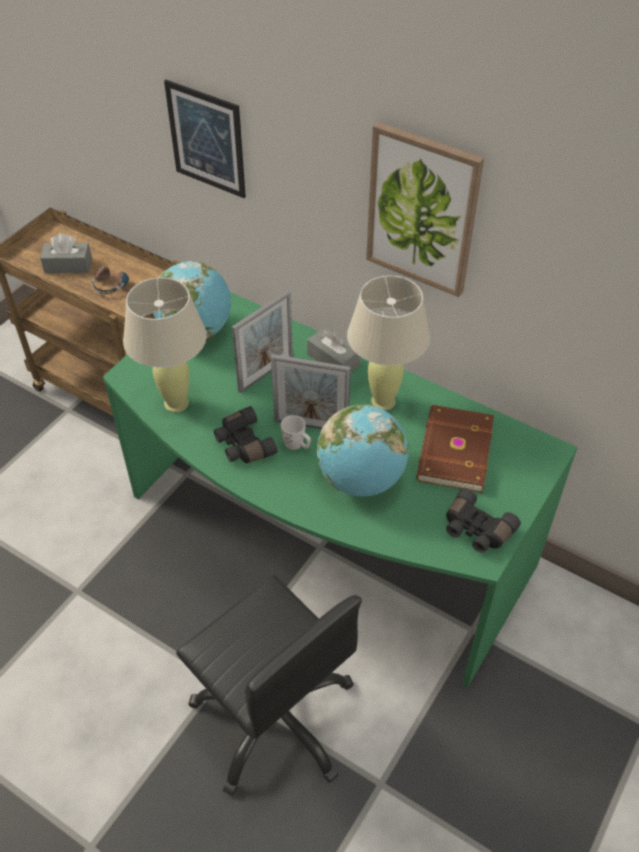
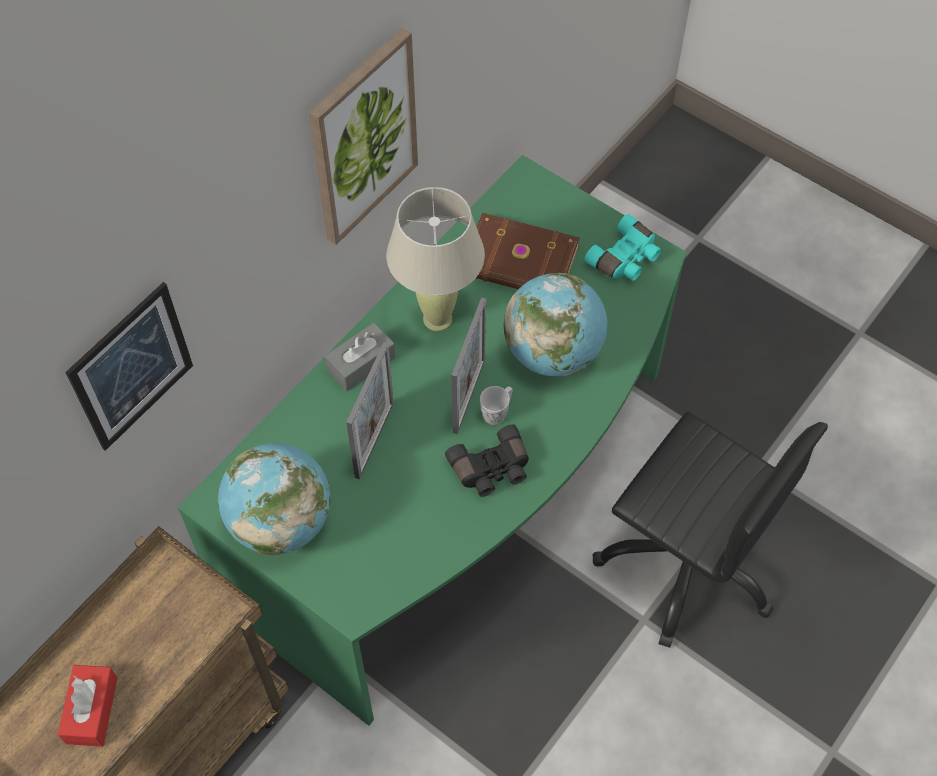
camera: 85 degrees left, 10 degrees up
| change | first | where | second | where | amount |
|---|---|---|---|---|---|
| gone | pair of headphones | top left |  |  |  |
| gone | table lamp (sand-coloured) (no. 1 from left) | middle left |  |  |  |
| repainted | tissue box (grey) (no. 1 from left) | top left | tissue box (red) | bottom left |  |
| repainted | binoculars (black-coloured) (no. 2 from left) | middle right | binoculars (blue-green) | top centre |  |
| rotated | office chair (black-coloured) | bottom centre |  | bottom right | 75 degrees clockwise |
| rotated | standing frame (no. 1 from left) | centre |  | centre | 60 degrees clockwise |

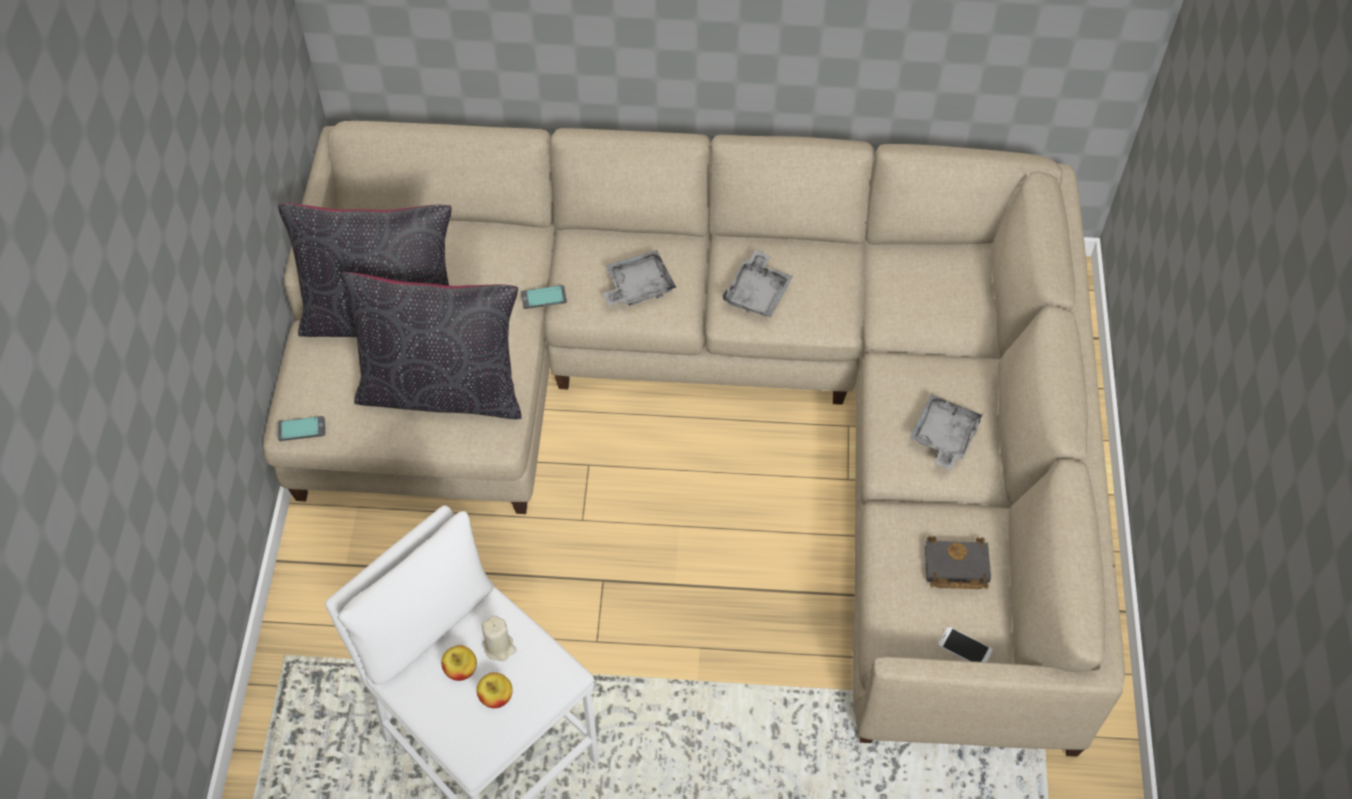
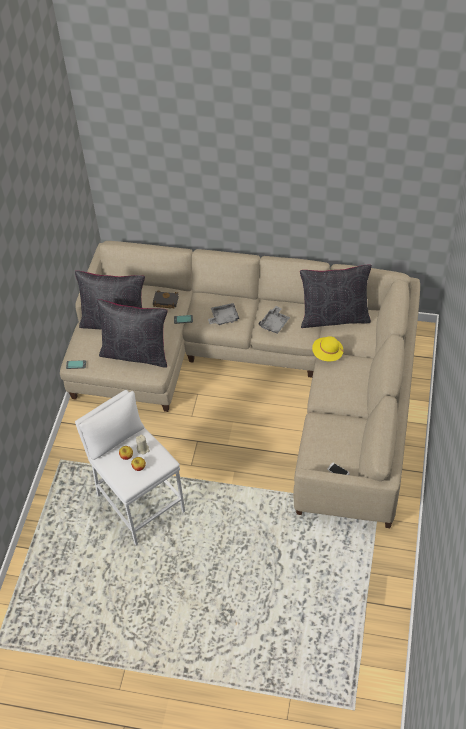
camera: 10 degrees right, 5 degrees down
| change | first | where | second | where | amount |
|---|---|---|---|---|---|
| gone | serving tray (grey) (no. 3 from left) | middle right |  |  |  |
| new |  |  | throw pillow (black-coloured) (no. 3 from left) | middle right |  |
| new |  |  | hat (yellow-coloured) | middle right |  |
| shifted | volume (black-coloured) | bottom right |  | centre |  |

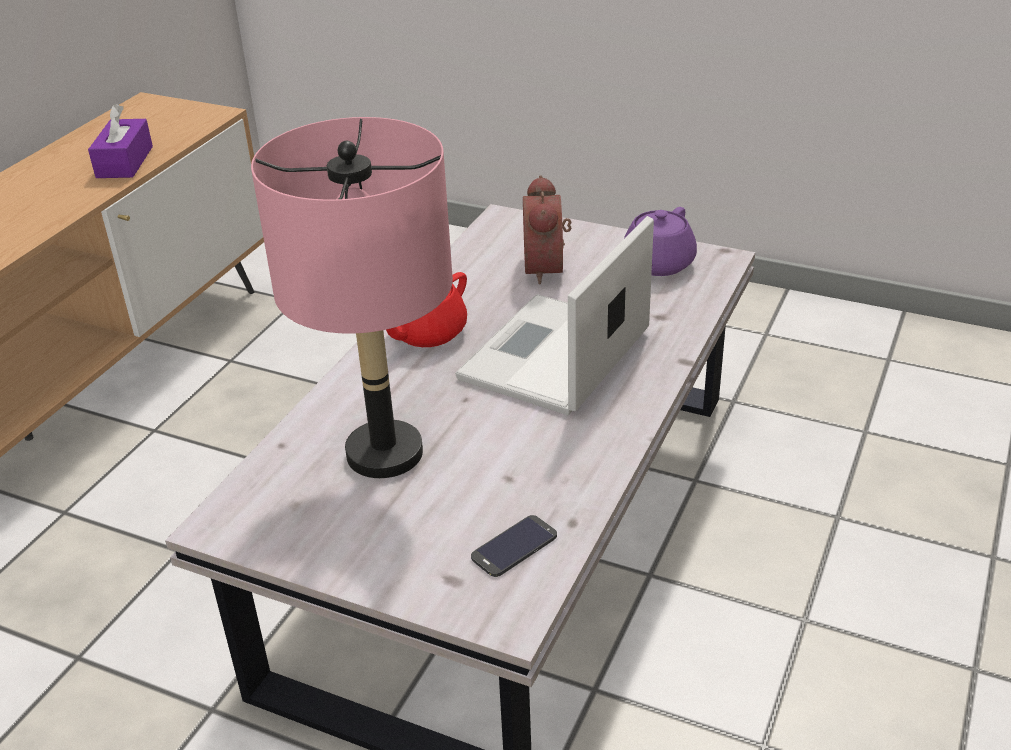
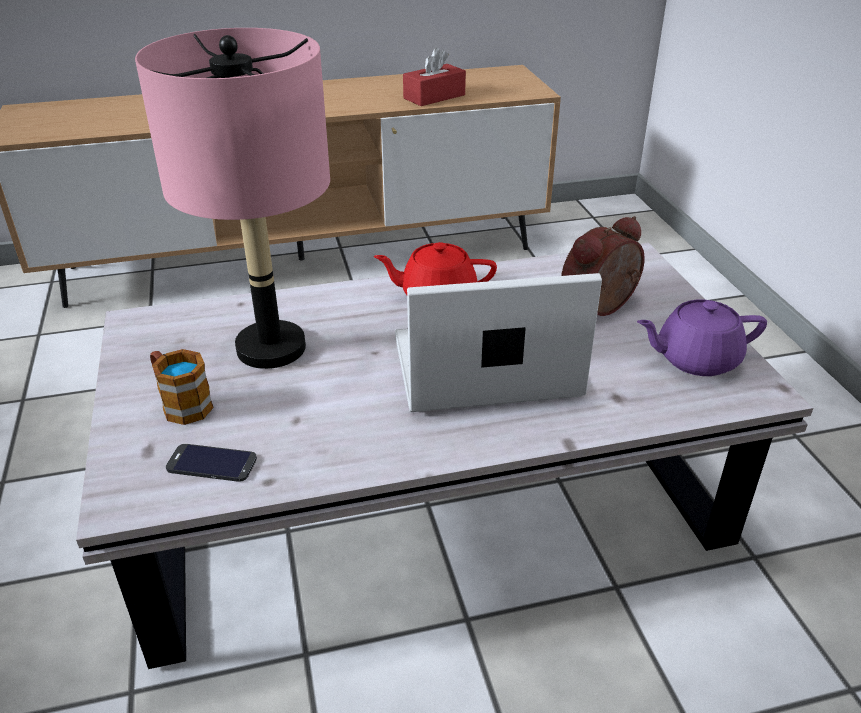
camera: 50 degrees right, 0 degrees up
| change | first | where | second | where | amount |
|---|---|---|---|---|---|
| new |  |  | tea mug | middle left |  |
| repainted | tissue box (purple-coloured) | top left | tissue box (red) | top centre |  |

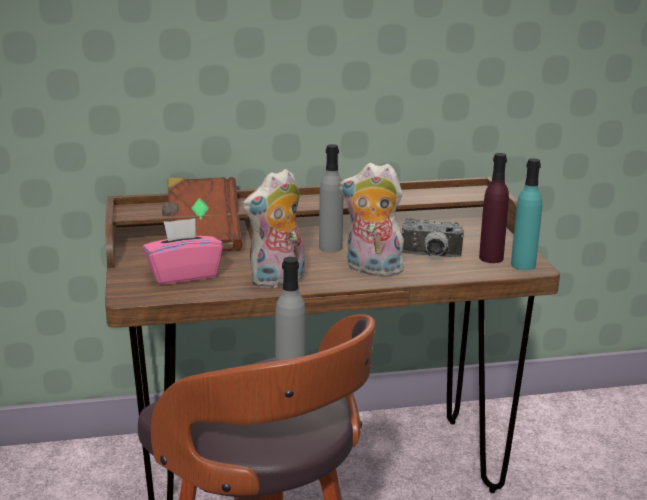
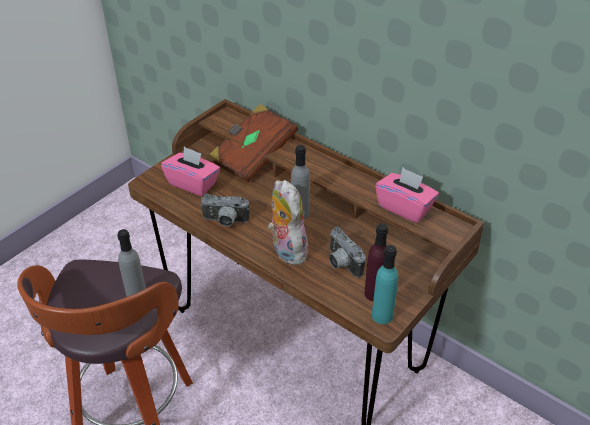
camera: 50 degrees right, 20 degrees up
| change | first | where | second | where | amount |
|---|---|---|---|---|---|
| new |  |  | tissue box (pink-coloured) (no. 2 from left) | middle right |  |
| swapped | cuddly toy (no. 1 from left) | centre | photo camera (no. 1 from left) | centre |  |

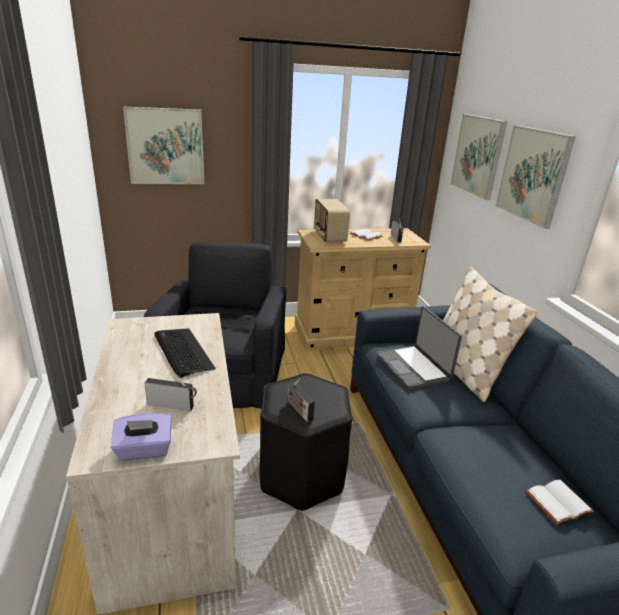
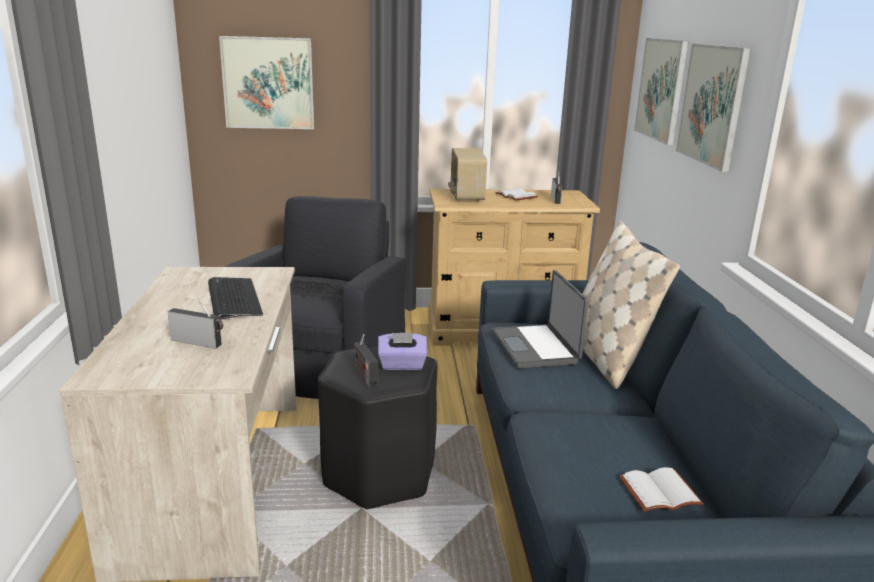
camera: 10 degrees right, 5 degrees down
| change | first | where | second | where | amount |
|---|---|---|---|---|---|
| shifted | tissue box (purple-coloured) | bottom left |  | centre |  |

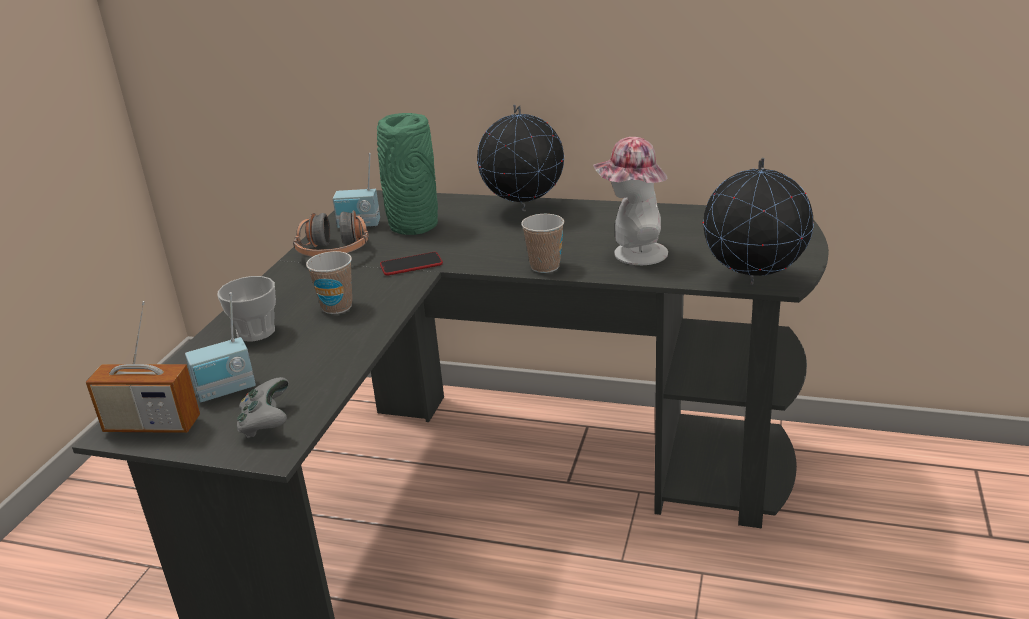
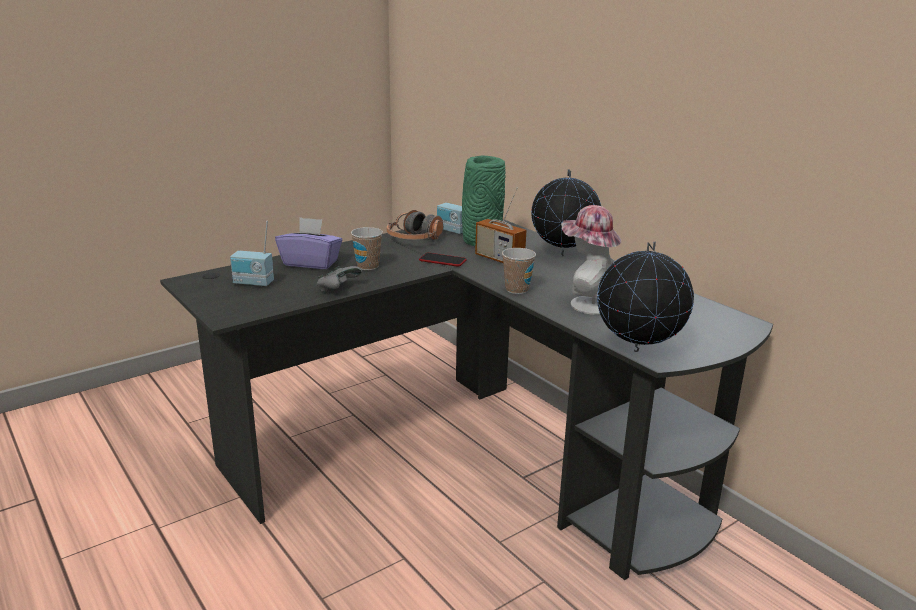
camera: 35 degrees right, 5 degrees down
| change | first | where | second | where | amount |
|---|---|---|---|---|---|
| shifted | radio (no. 1 from left in the first image) | middle left | radio (no. 3 from left) | centre |  |
| shifted | game controller (grey) | middle left |  | centre |  |
| swapped | cup (no. 1 from left) | middle left | tissue box (purple-coloured) | centre |  |

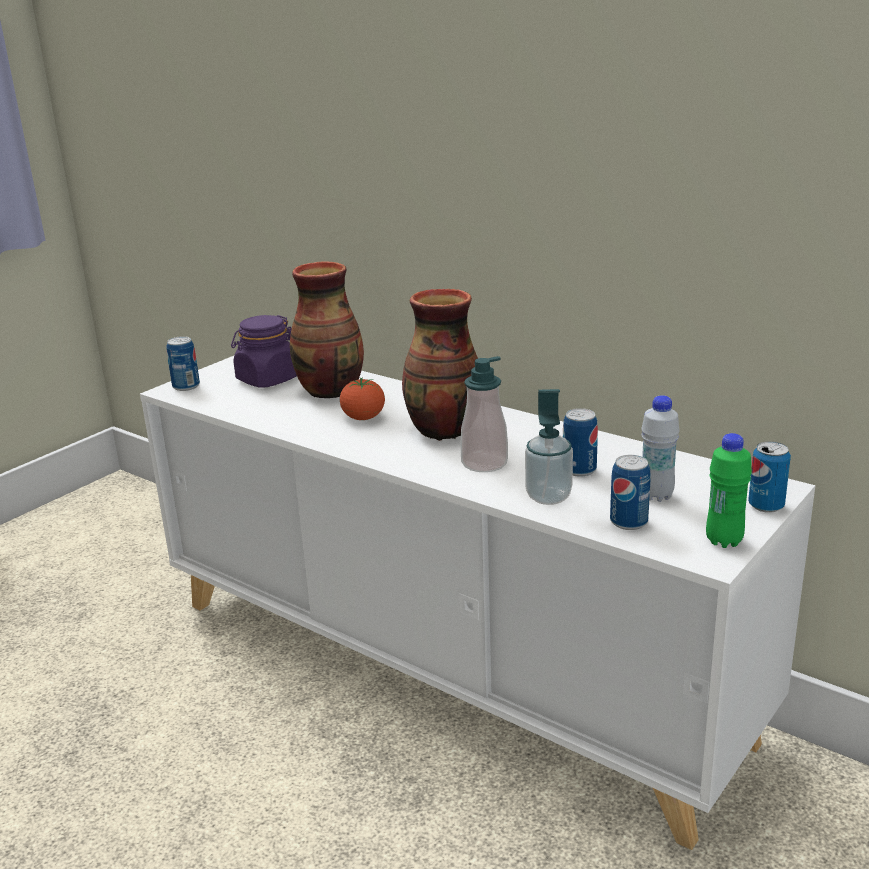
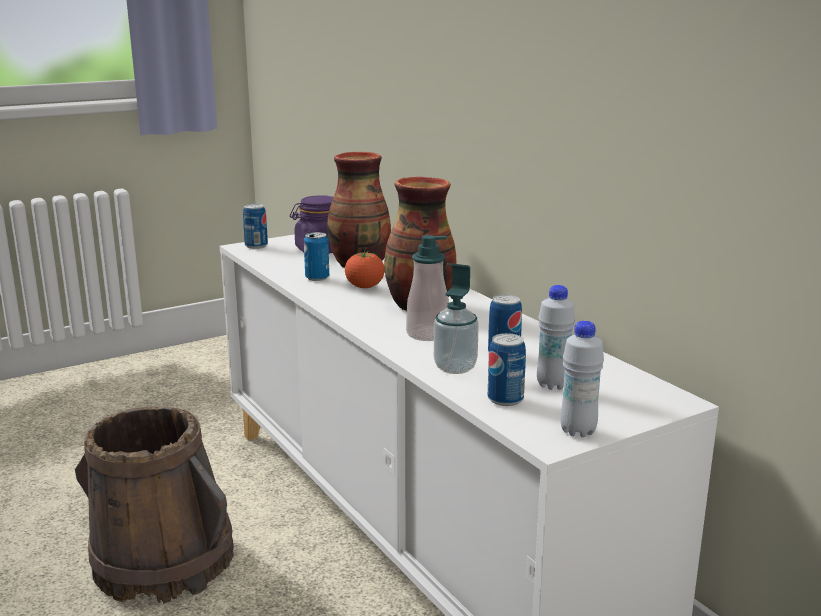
camera: 20 degrees right, 5 degrees down
| change | first | where | second | where | amount |
|---|---|---|---|---|---|
| new |  |  | water bucket (brown-coloured) | bottom left |  |
| shifted | metal can (no. 4 from left in the first image) | middle right | metal can (no. 2 from left) | centre |  |
| repainted | beverage bottle (greenish) | middle right | beverage bottle (whitish) (no. 2 from left) | middle right |  |

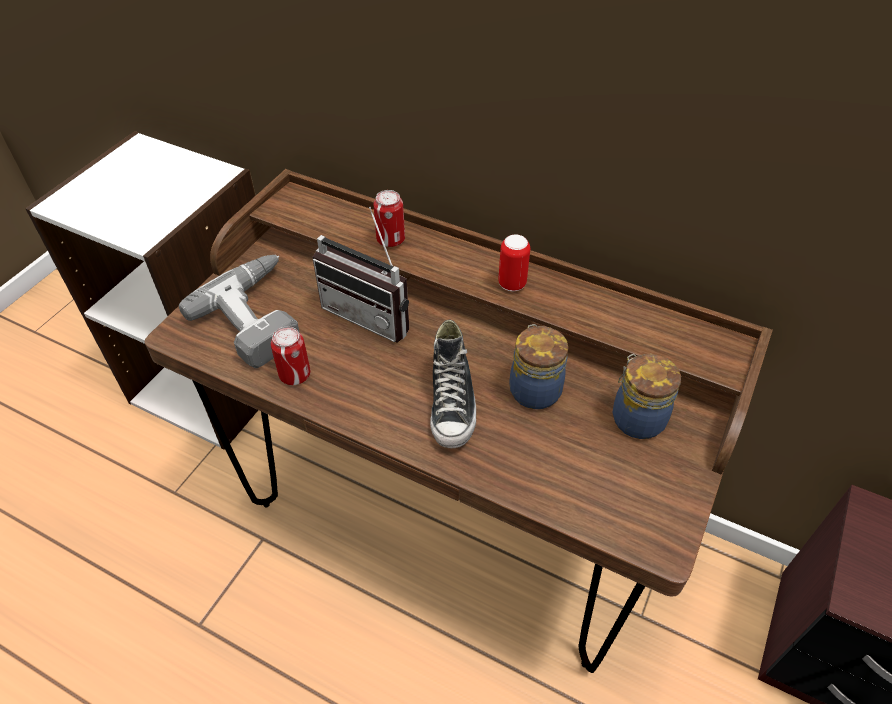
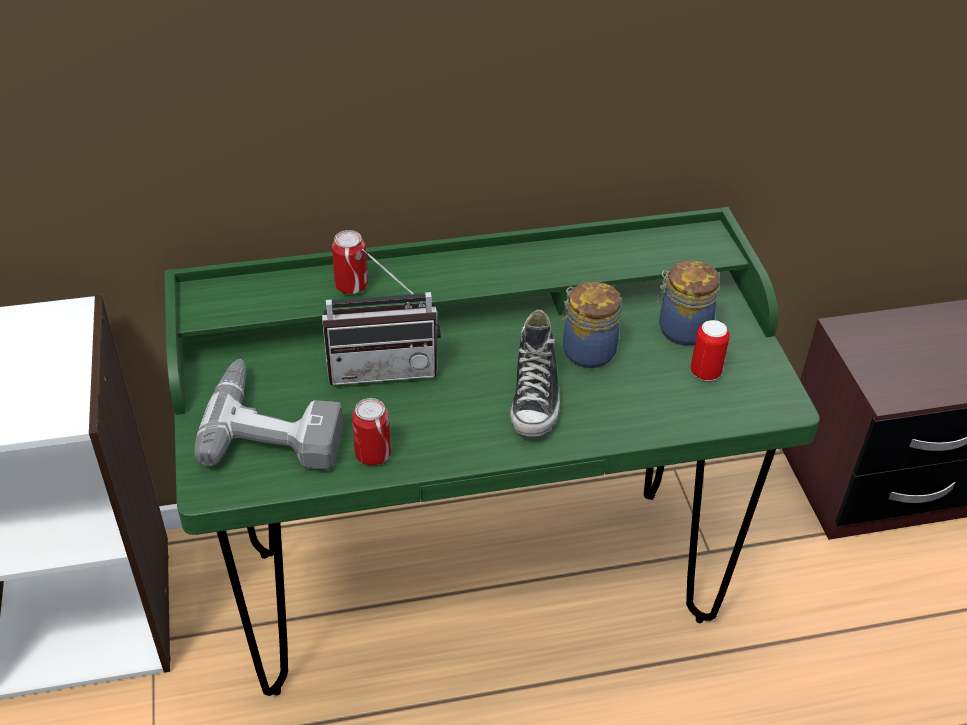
camera: 40 degrees left, 5 degrees down
| change | first | where | second | where | amount |
|---|---|---|---|---|---|
| shifted | metal can (no. 3 from left) | centre |  | middle right |  |
| repainted | desk (brown-coloured) | centre | desk (greenish) | centre |  |
| rotated | item of footwear | centre |  | centre | 45 degrees clockwise |

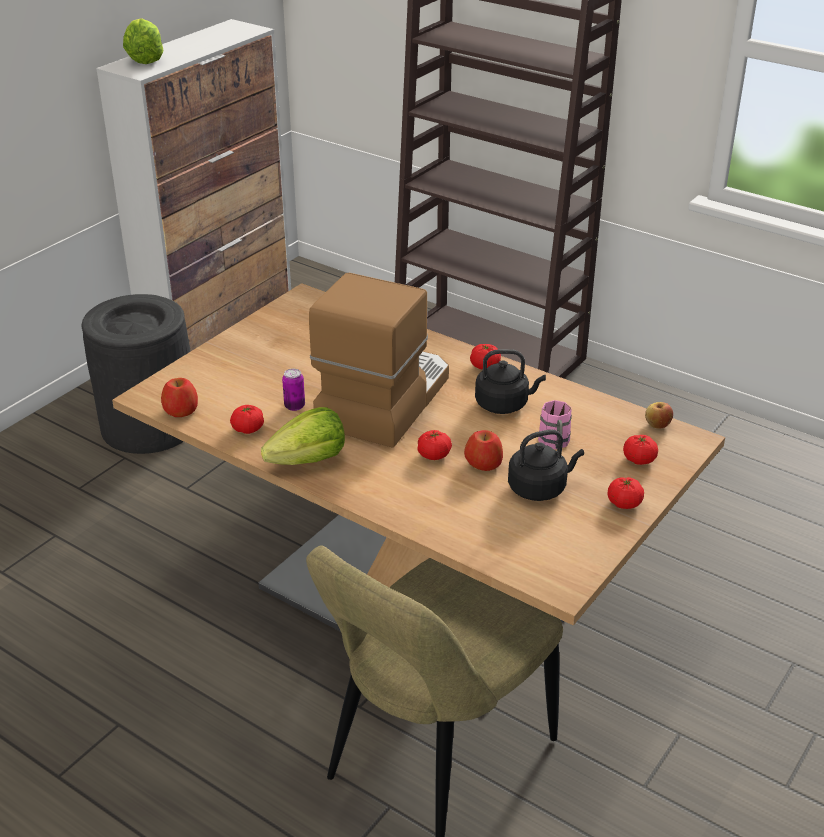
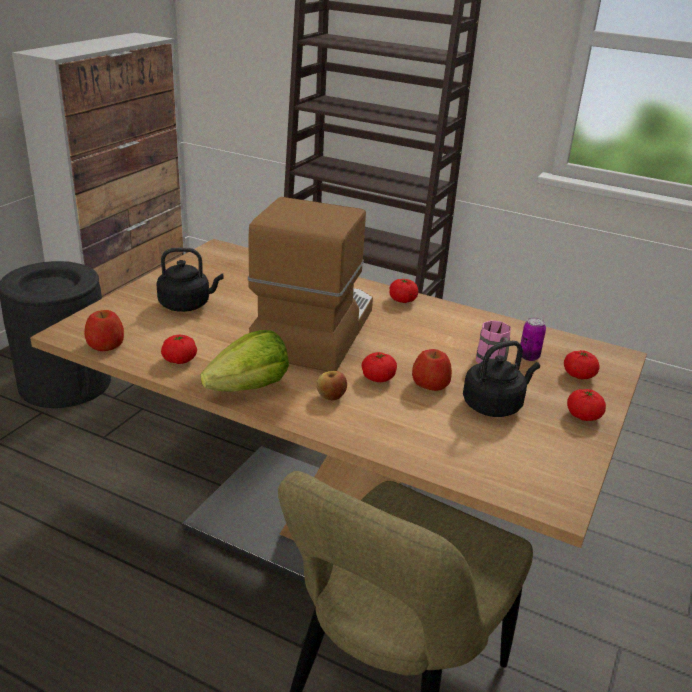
camera: 10 degrees left, 5 degrees down
| change | first | where | second | where | amount |
|---|---|---|---|---|---|
| gone | lettuce head (no. 1 from left) | top left |  |  |  |
| shifted | metal can | centre |  | middle right |  |
| shifted | kettle (black-coloured) (no. 1 from left) | centre |  | middle left |  |
| shifted | apple fruit (no. 3 from left in the first image) | middle right | apple fruit (no. 2 from left) | centre |  |

